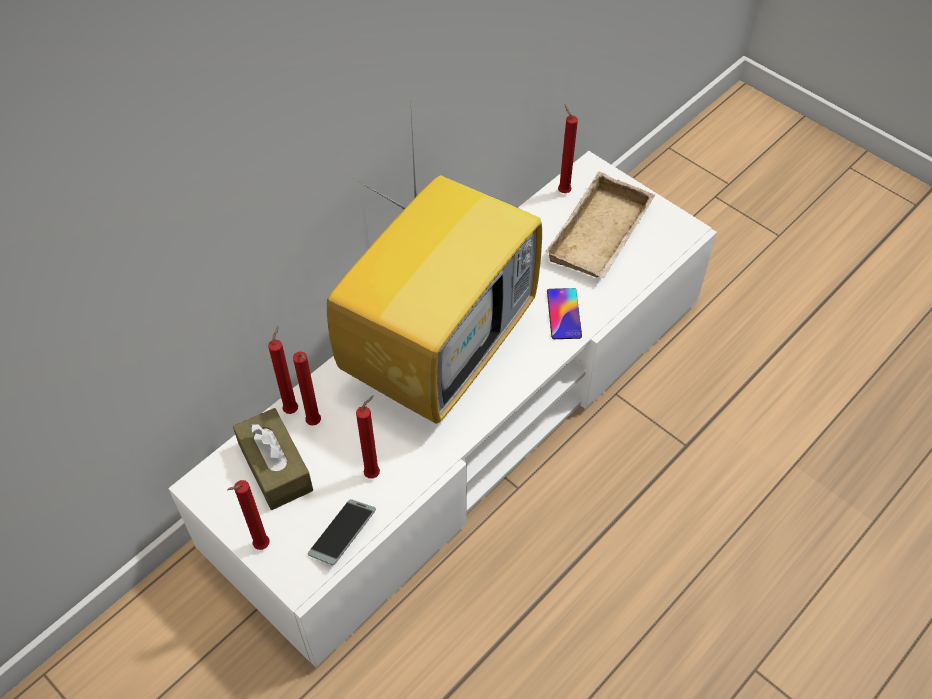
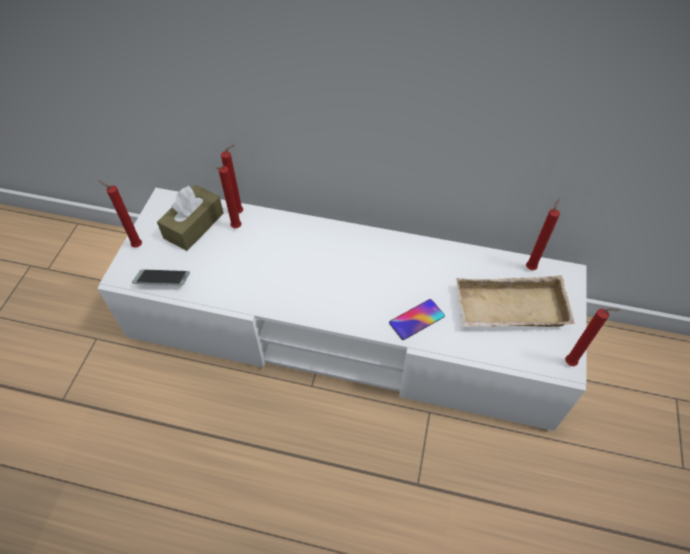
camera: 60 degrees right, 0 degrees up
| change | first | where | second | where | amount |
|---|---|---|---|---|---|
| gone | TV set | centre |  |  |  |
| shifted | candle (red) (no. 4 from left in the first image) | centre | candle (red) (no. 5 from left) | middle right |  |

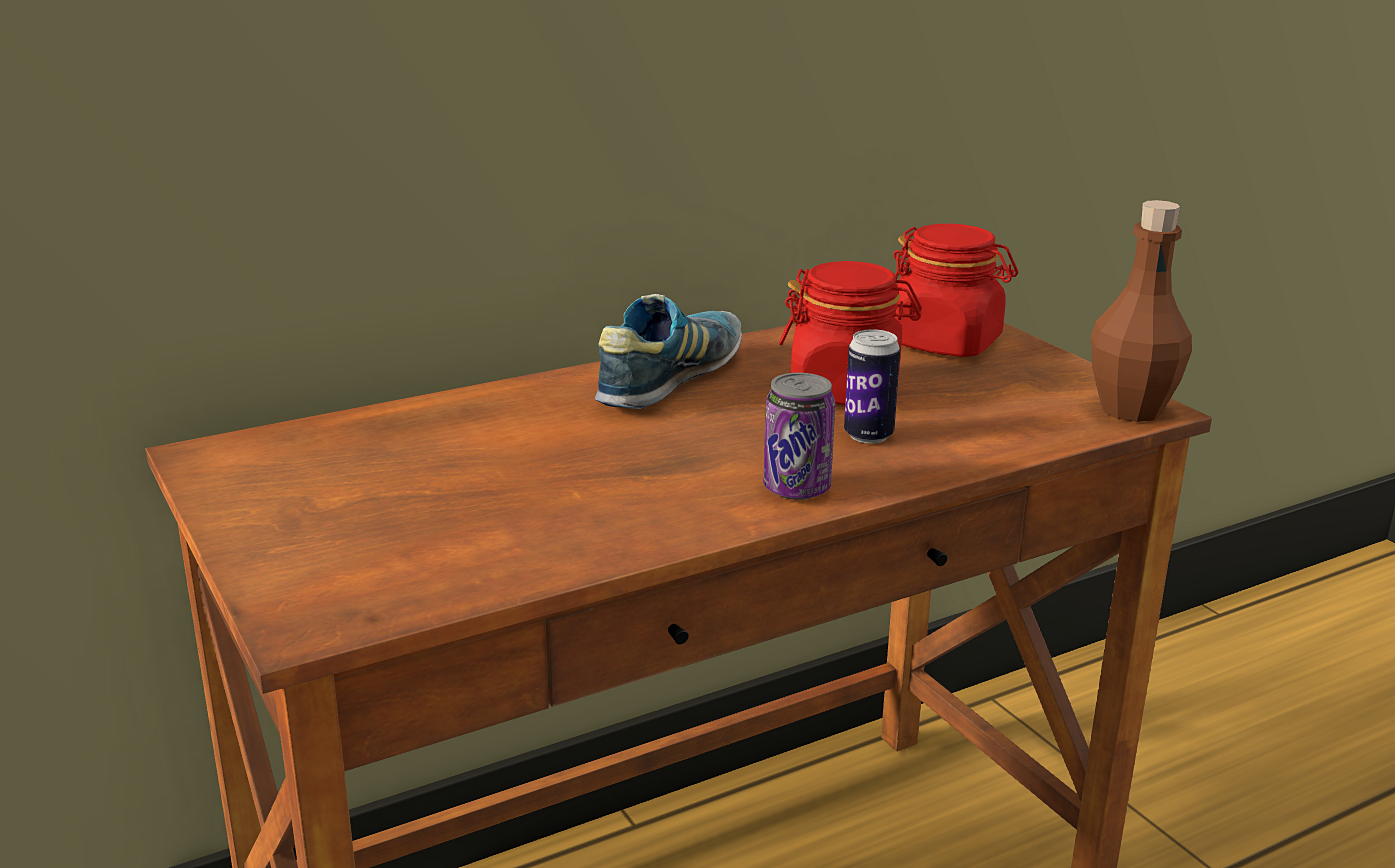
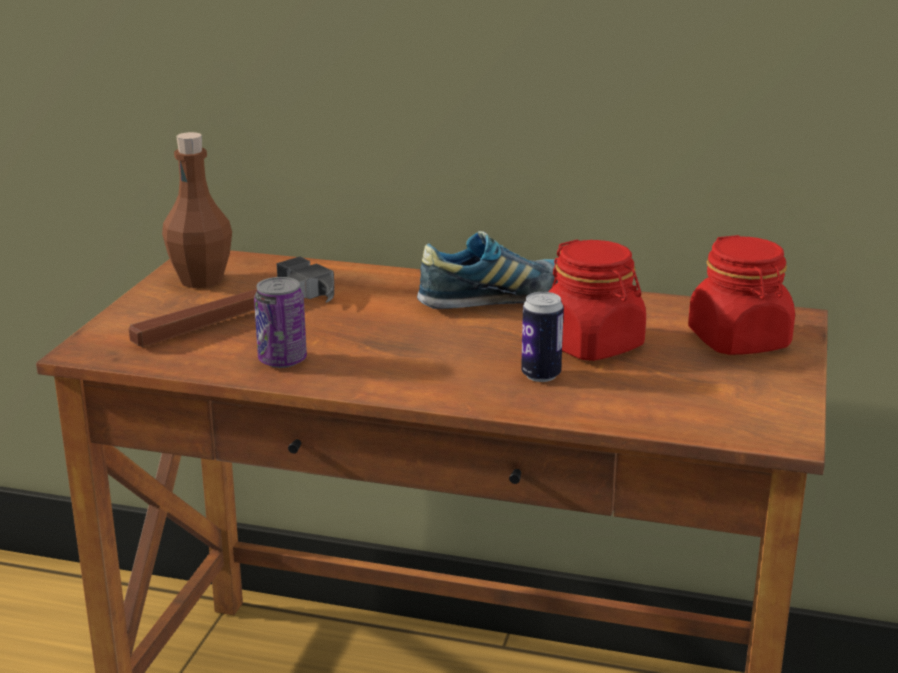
camera: 45 degrees right, 0 degrees up
| change | first | where | second | where | amount |
|---|---|---|---|---|---|
| new |  |  | hammer | middle left |  |
| shifted | metal can (no. 1 from left) | centre |  | middle left |  |
| shifted | beverage bottle (brown-coloured) | middle right |  | top left |  |

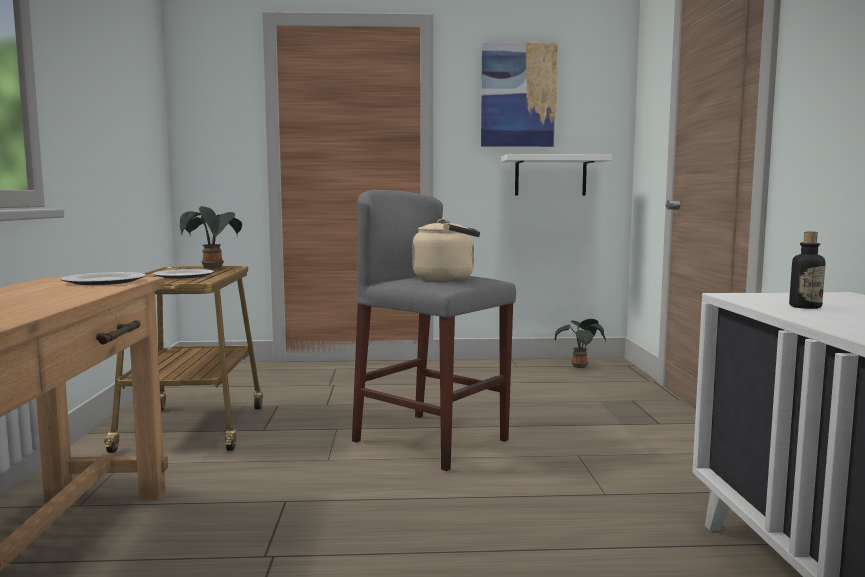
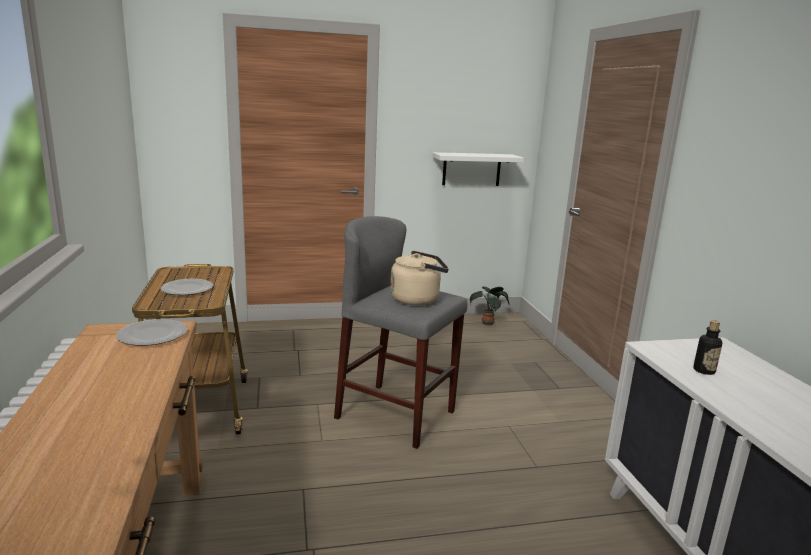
camera: 10 degrees left, 10 degrees up
| change | first | where | second | where | amount |
|---|---|---|---|---|---|
| gone | plant in a pot (no. 1 from left) | middle left |  |  |  |
| gone | picture | top centre |  |  |  |

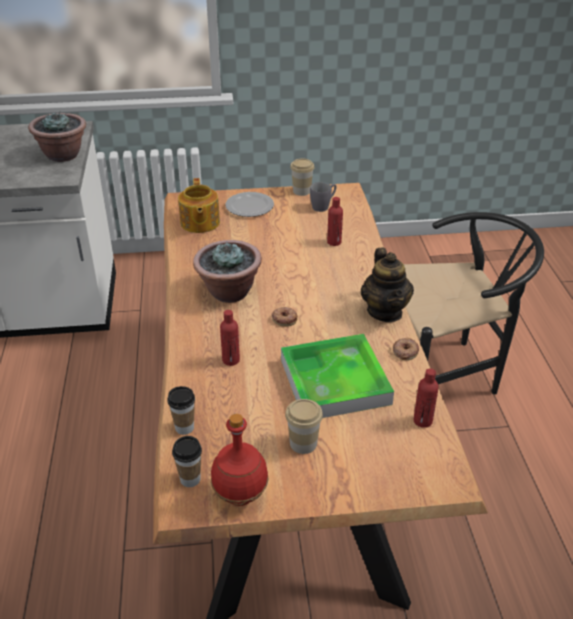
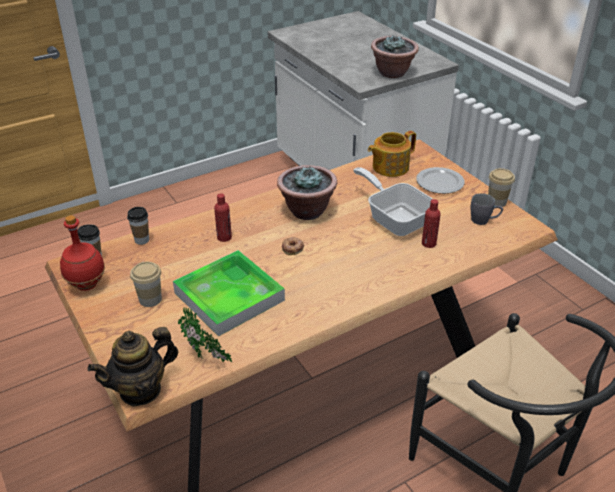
camera: 65 degrees right, 0 degrees up
| change | first | where | second | where | amount |
|---|---|---|---|---|---|
| gone | ring doughnut (no. 2 from left) | middle right |  |  |  |
| new |  |  | skillet | centre |  |
| shifted | teapot (no. 2 from left in the first image) | middle right | teapot (no. 1 from left) | bottom left |  |
| swapped | beverage bottle (red) (no. 4 from left) | middle right | plant in a pot (no. 1 from left) | bottom centre |  |

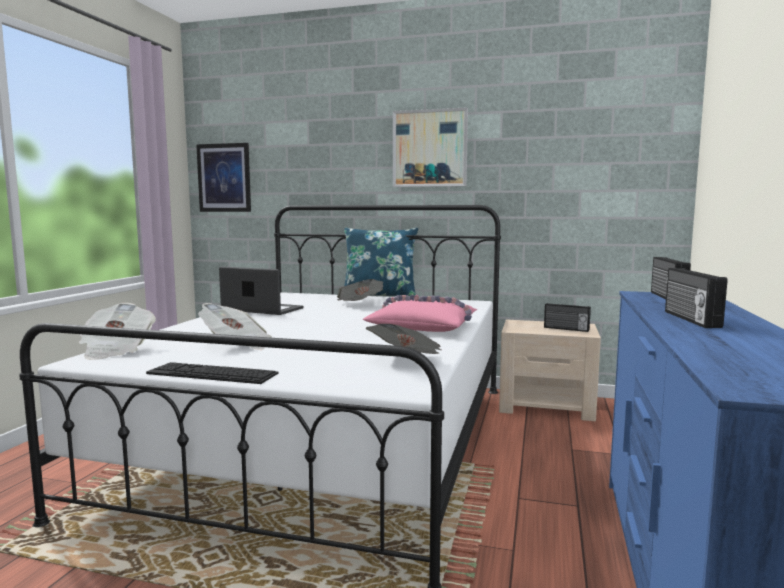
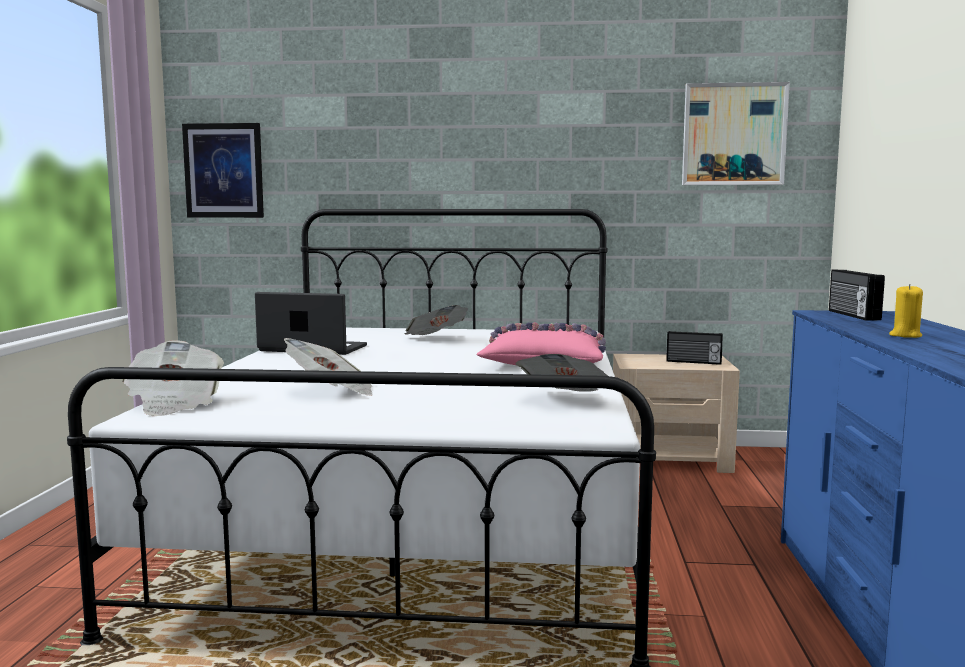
camera: 10 degrees left, 0 degrees up
| change | first | where | second | where | amount |
|---|---|---|---|---|---|
| gone | computer keyboard | middle left |  |  |  |
| gone | throw pillow (blue-coloured) | centre |  |  |  |
| shifted | picture (no. 2 from left) | top centre |  | top right |  |
| swapped | radio (no. 3 from left) | middle right | candle (yellow-coloured) | middle right |  |

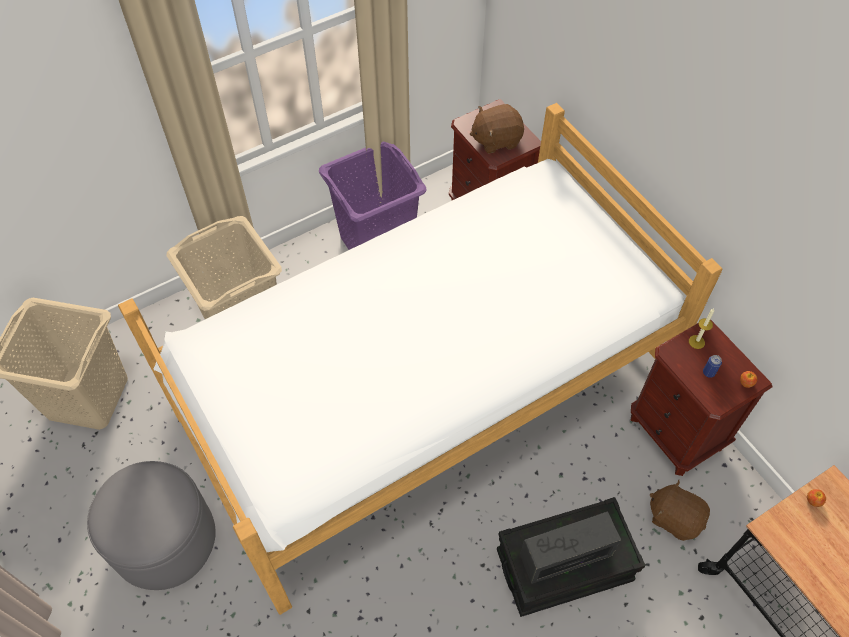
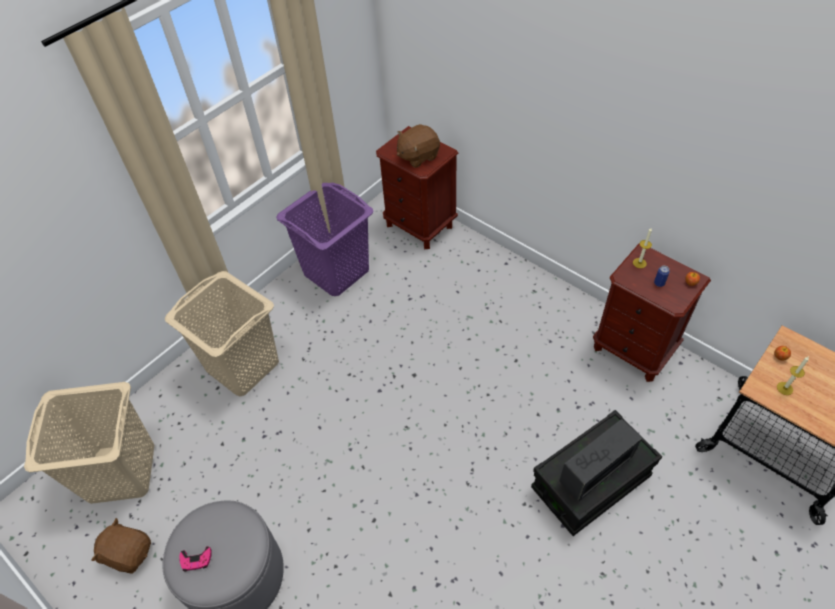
camera: 15 degrees left, 5 degrees down
| change | first | where | second | where | amount |
|---|---|---|---|---|---|
| gone | bed | centre |  |  |  |
| new |  |  | game controller (pink-coloured) | bottom left |  |
| new |  |  | candle (no. 2 from left) | middle right |  |
| shifted | cuddly toy (brown-coloured) (no. 2 from left in the first image) | bottom right | cuddly toy (brown-coloured) (no. 1 from left) | bottom left |  |

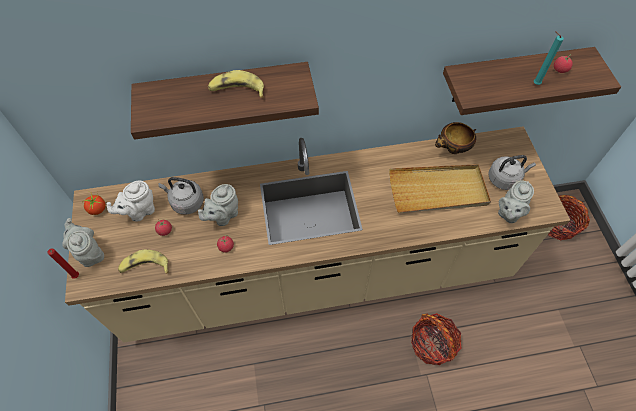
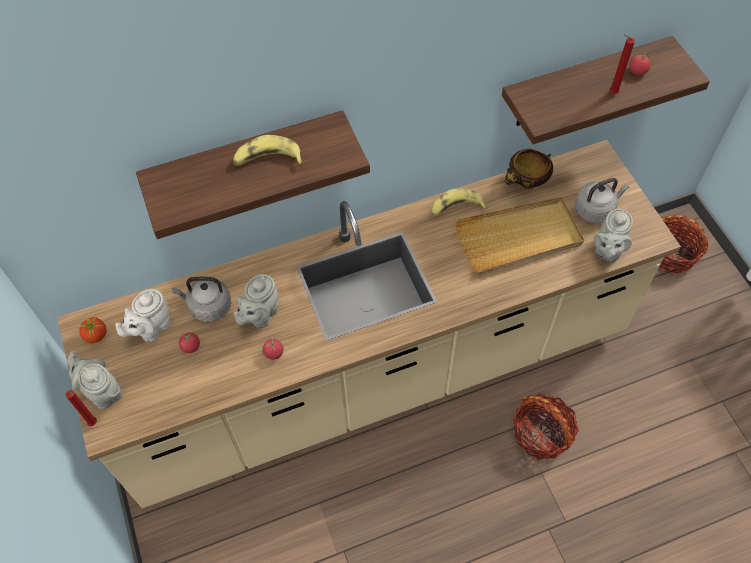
camera: 10 degrees left, 0 degrees up
| change | first | where | second | where | amount |
|---|---|---|---|---|---|
| shifted | banana fruit (no. 1 from left in the first image) | middle left | banana fruit (no. 2 from left) | centre |  |
| repainted | candle (blue-green) | top right | candle (red) (no. 2 from left) | top right |  |

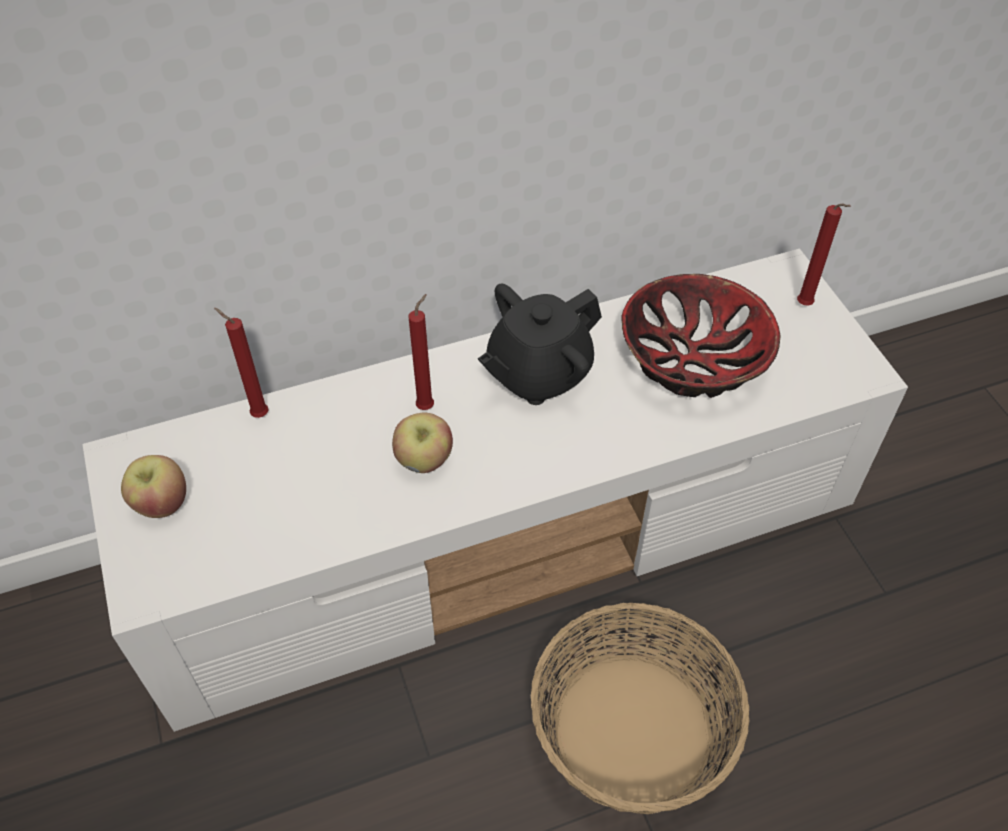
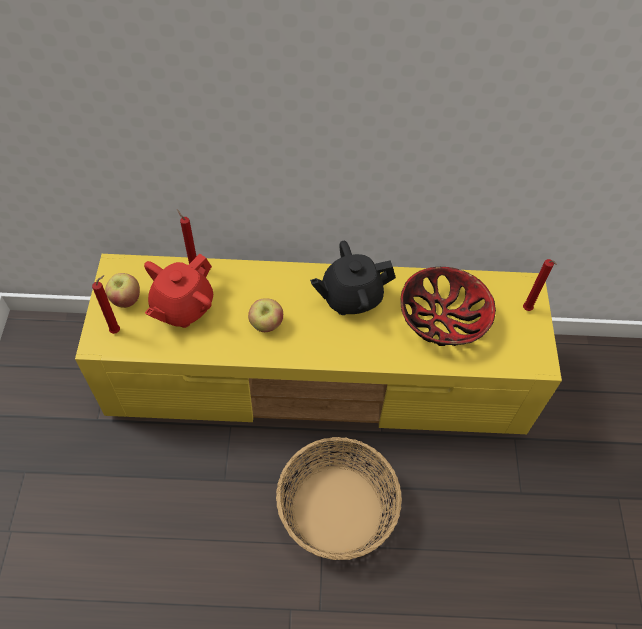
camera: 20 degrees right, 5 degrees up
| change | first | where | second | where | amount |
|---|---|---|---|---|---|
| new |  |  | teapot (red) | middle left |  |
| shifted | candle (red) (no. 2 from left in the first image) | centre | candle (red) (no. 1 from left) | middle left |  |
| repainted | tv unit (whitish) | centre | tv unit (yellow-coloured) | centre |  |

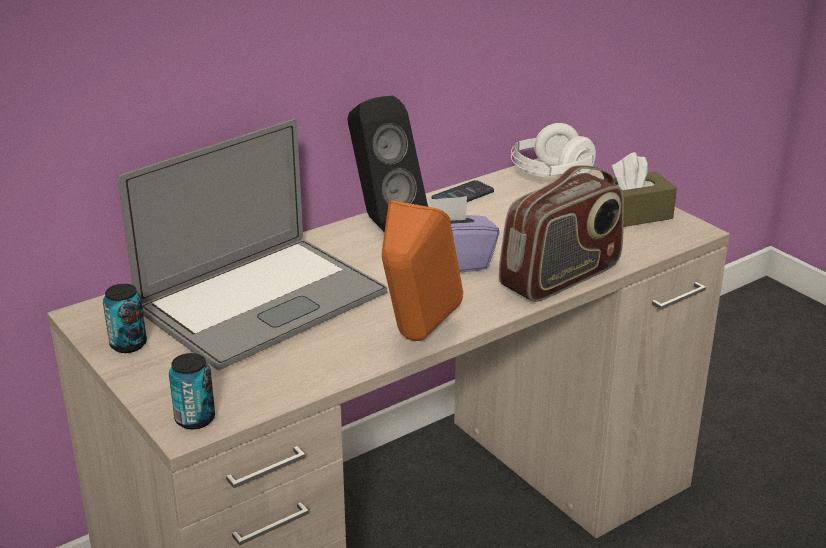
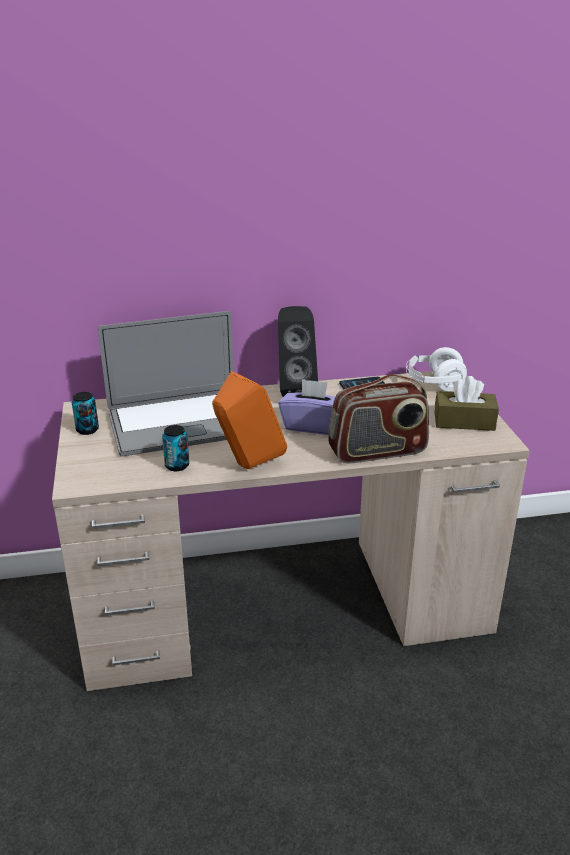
camera: 25 degrees right, 0 degrees up
| change | first | where | second | where | amount |
|---|---|---|---|---|---|
| shifted | metal can (no. 2 from left) | bottom left |  | middle left |  |

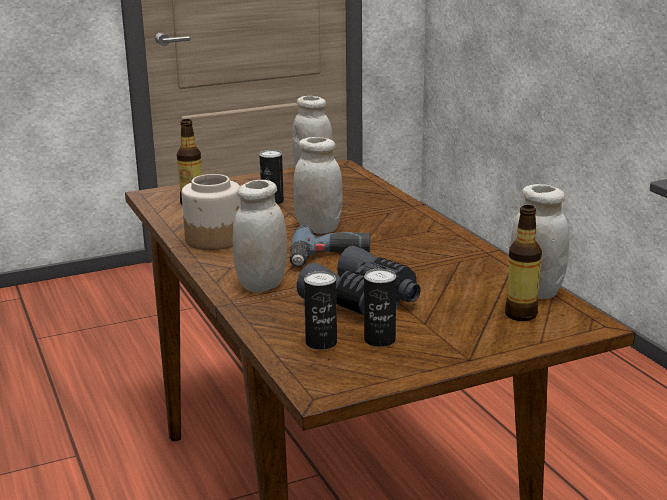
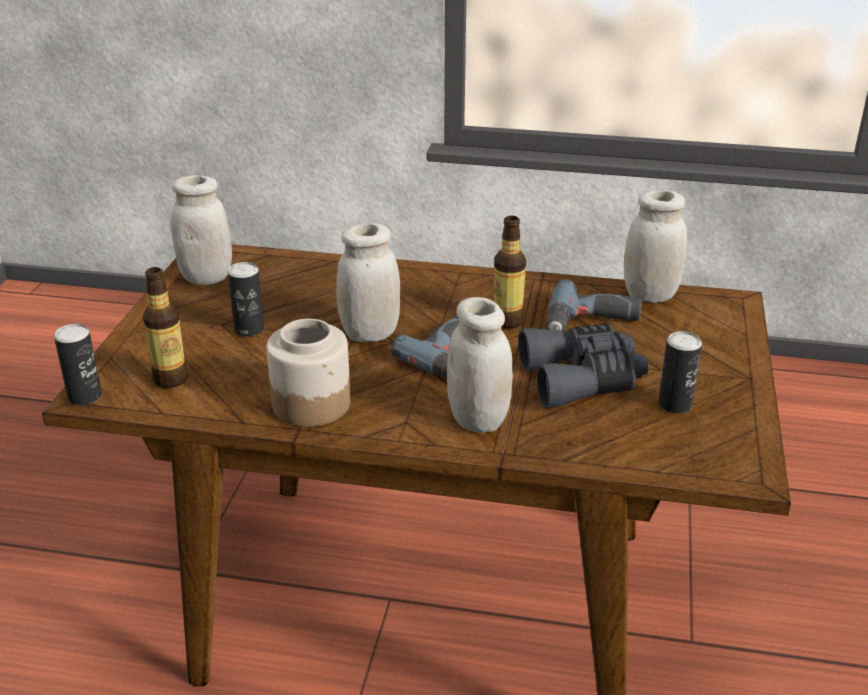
camera: 55 degrees left, 10 degrees up
| change | first | where | second | where | amount |
|---|---|---|---|---|---|
| new |  |  | drill (no. 2 from left) | middle right |  |
| shifted | metal can (no. 2 from left in the first image) | centre | metal can (no. 1 from left) | middle left |  |
| shifted | beverage bottle (no. 2 from left) | middle right |  | centre |  |

